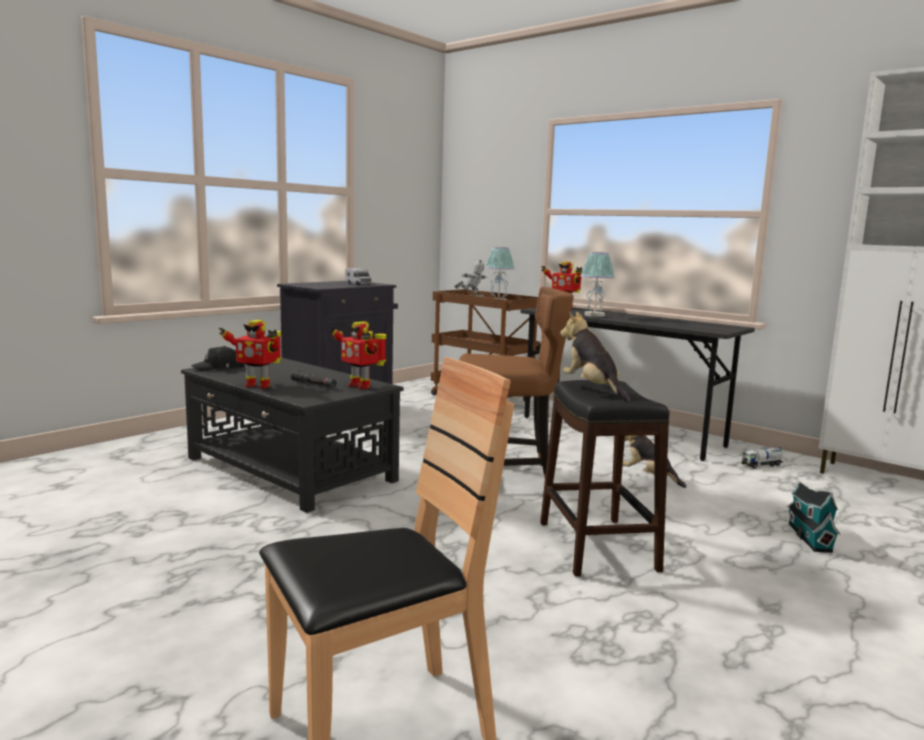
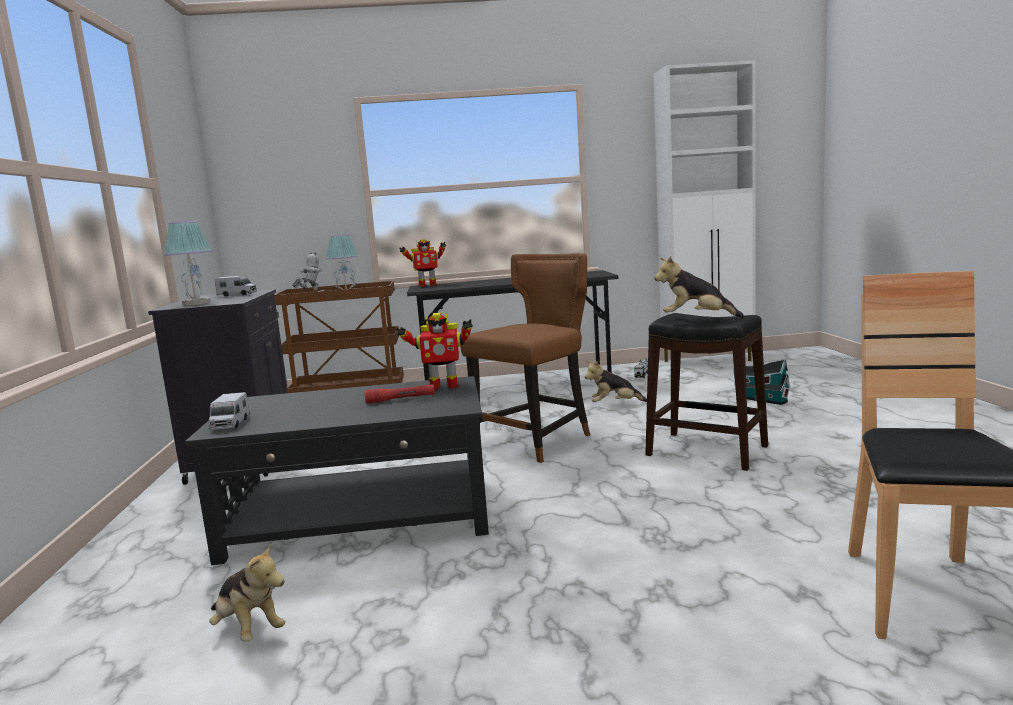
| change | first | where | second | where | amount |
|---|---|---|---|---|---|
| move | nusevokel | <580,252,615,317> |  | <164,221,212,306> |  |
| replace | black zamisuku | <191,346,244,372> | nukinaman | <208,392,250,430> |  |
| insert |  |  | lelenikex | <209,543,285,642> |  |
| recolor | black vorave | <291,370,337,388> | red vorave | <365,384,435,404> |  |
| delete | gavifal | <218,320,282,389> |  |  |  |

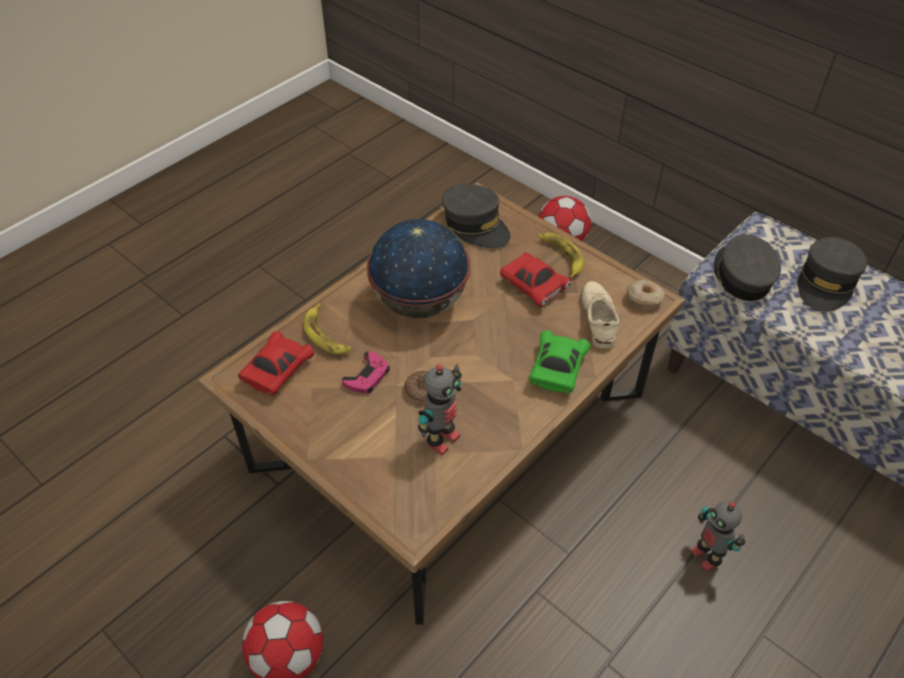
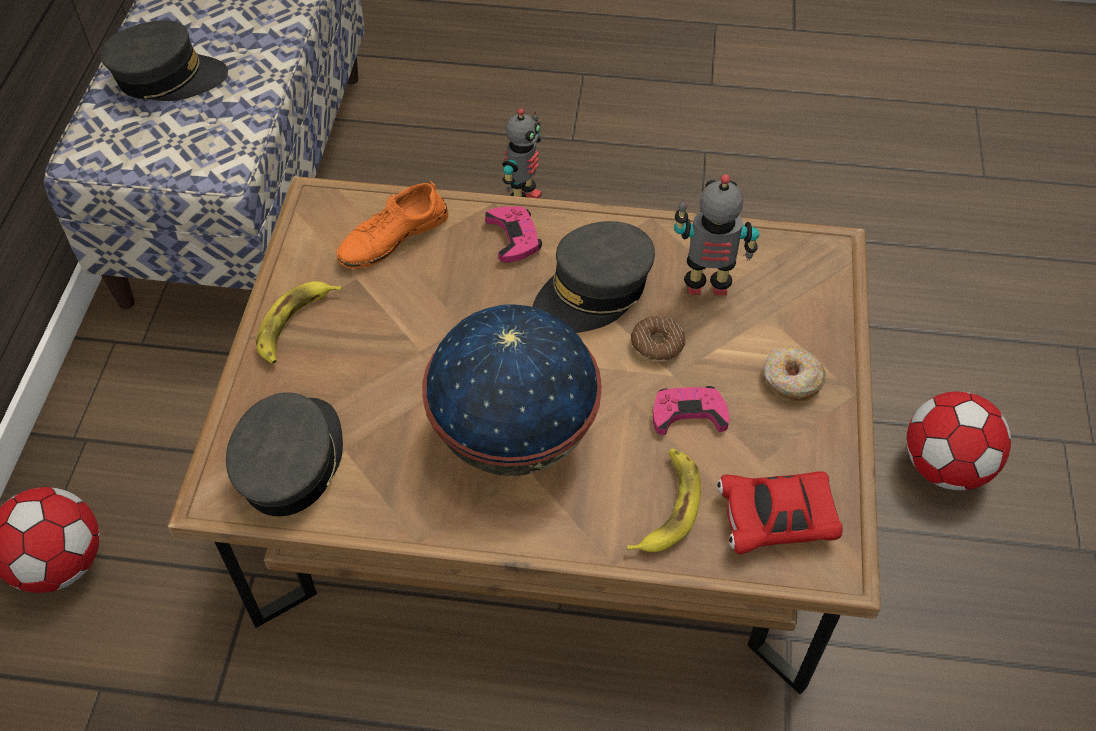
| change | first | where | second | where | amount |
|---|---|---|---|---|---|
| recolor | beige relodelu | <581,281,620,349> | orange relodelu | <337,181,448,269> |  |
| replace | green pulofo | <529,330,591,393> | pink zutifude | <485,206,542,263> |  |
| move | grey zamisuku | <714,234,781,301> |  | <533,221,655,333> |  |
| move | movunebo | <626,279,665,310> |  | <763,347,826,402> |  |
| delete | red pulofo | <500,252,571,307> |  |  |  |

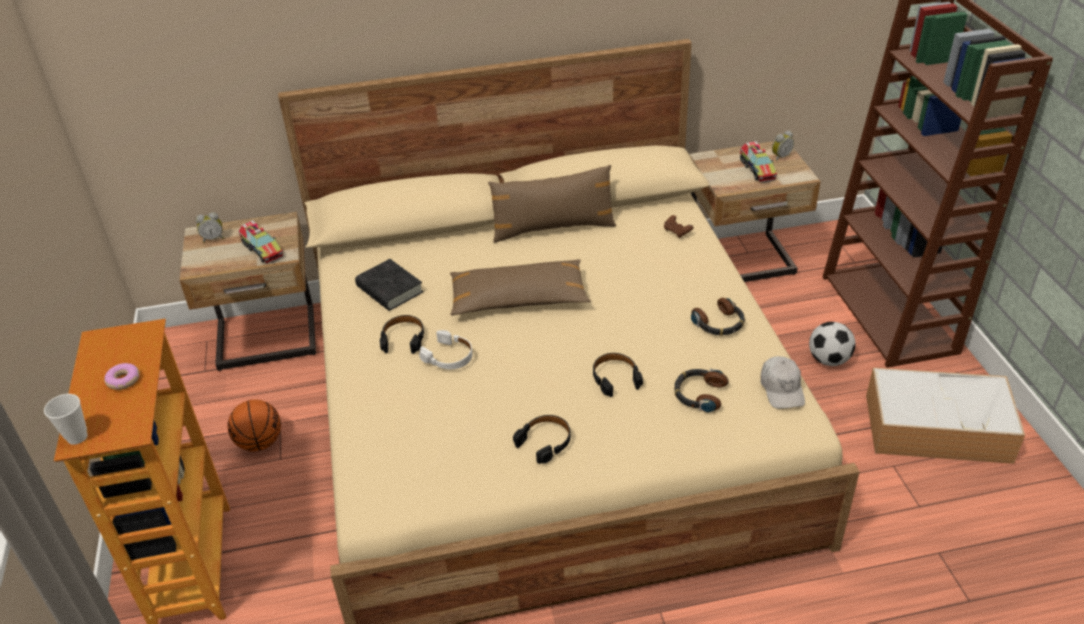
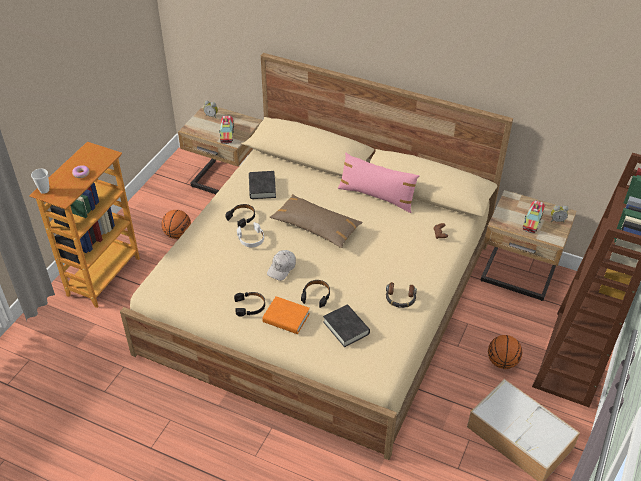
| change | first | where | second | where | amount |
|---|---|---|---|---|---|
| insert |  |  | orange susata | <262,296,310,334> |  |
| move | white zamisuku | <760,356,805,409> |  | <267,250,296,281> |  |
| replace | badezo | <675,369,729,413> | black susata | <323,304,370,347> |  |
| recolor | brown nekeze | <488,165,617,243> | pink nekeze | <338,153,420,213> |  |
| replace | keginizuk | <809,322,856,366> | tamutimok | <488,335,522,369> |  |

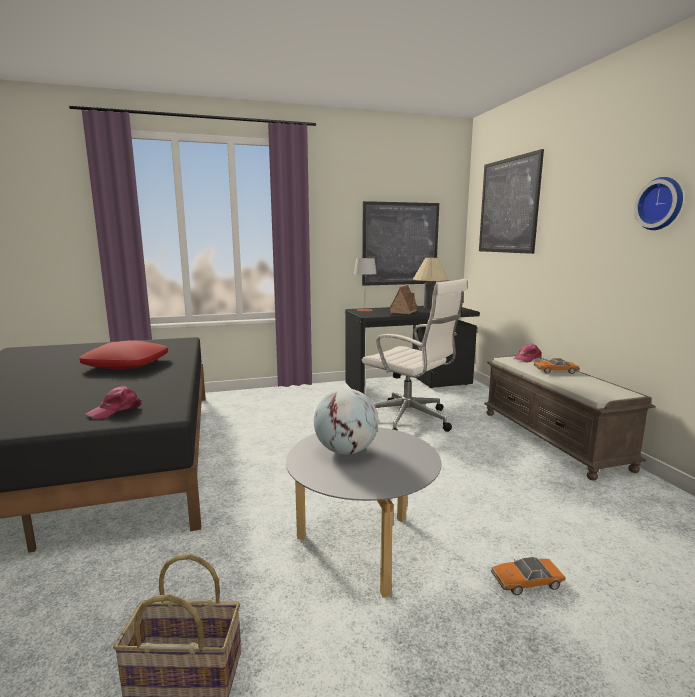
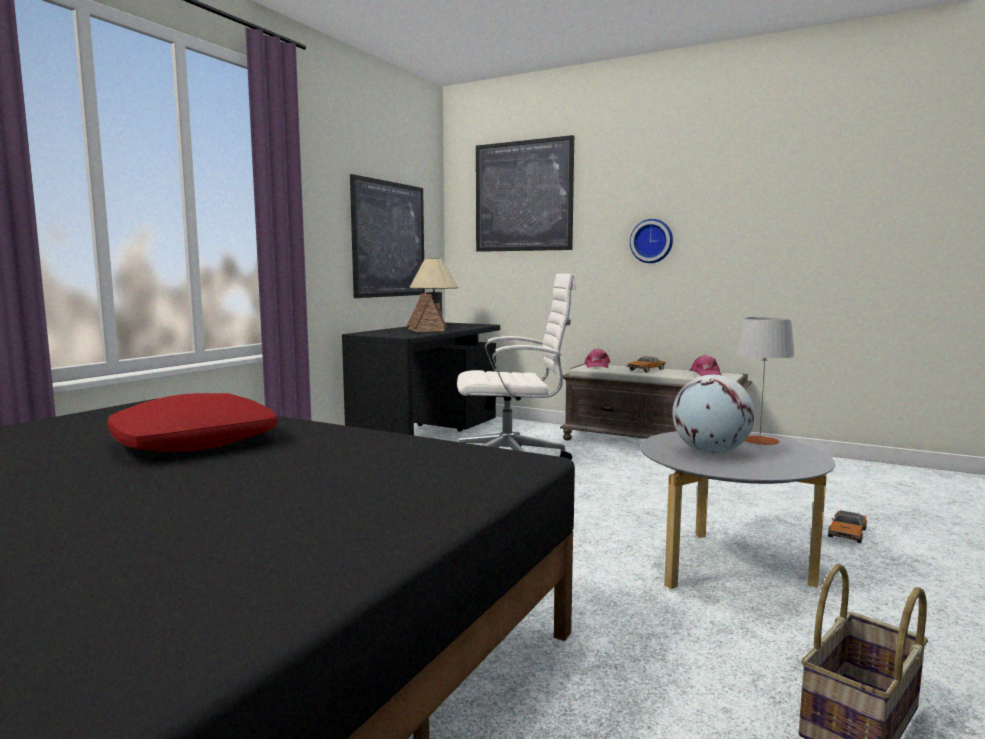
| change | first | where | second | where | amount |
|---|---|---|---|---|---|
| move | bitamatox | <634,177,683,230> |  | <630,219,673,263> |  |
| move | pink zamisuku | <86,386,142,419> |  | <690,355,722,376> |  |
| move | grey nusevokel | <354,258,377,311> |  | <736,317,795,445> |  |

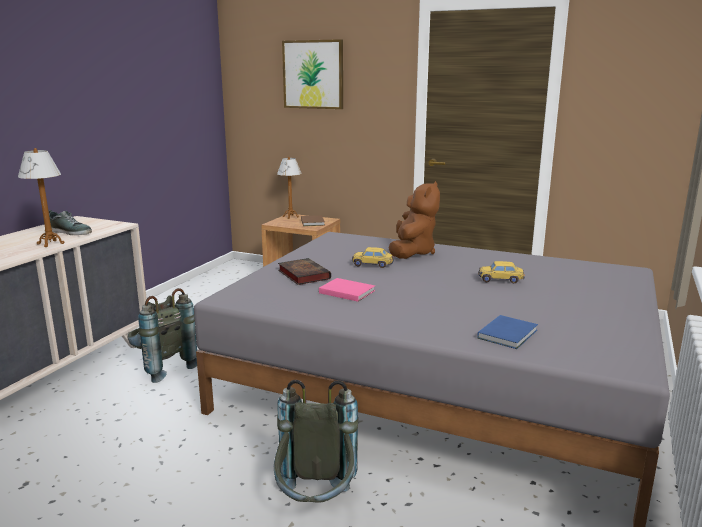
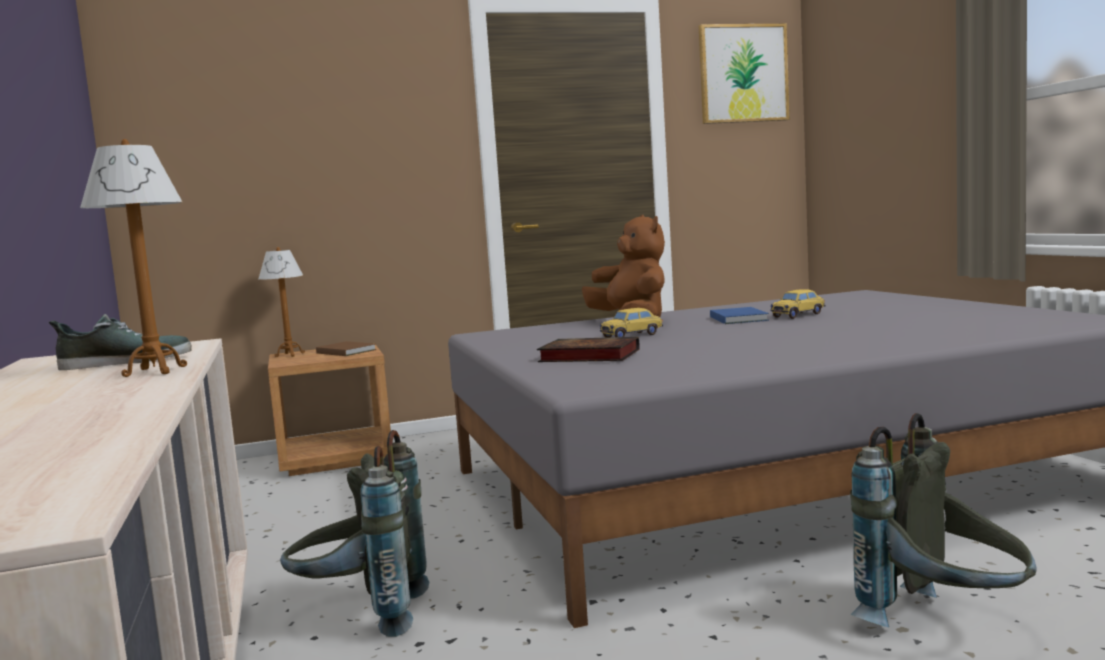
| change | first | where | second | where | amount |
|---|---|---|---|---|---|
| move | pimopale | <282,39,343,109> |  | <699,24,790,124> |  |
| move | blue susata | <477,315,538,349> |  | <710,307,769,324> |  |
| delete | pink susata | <319,278,375,302> |  |  |  |

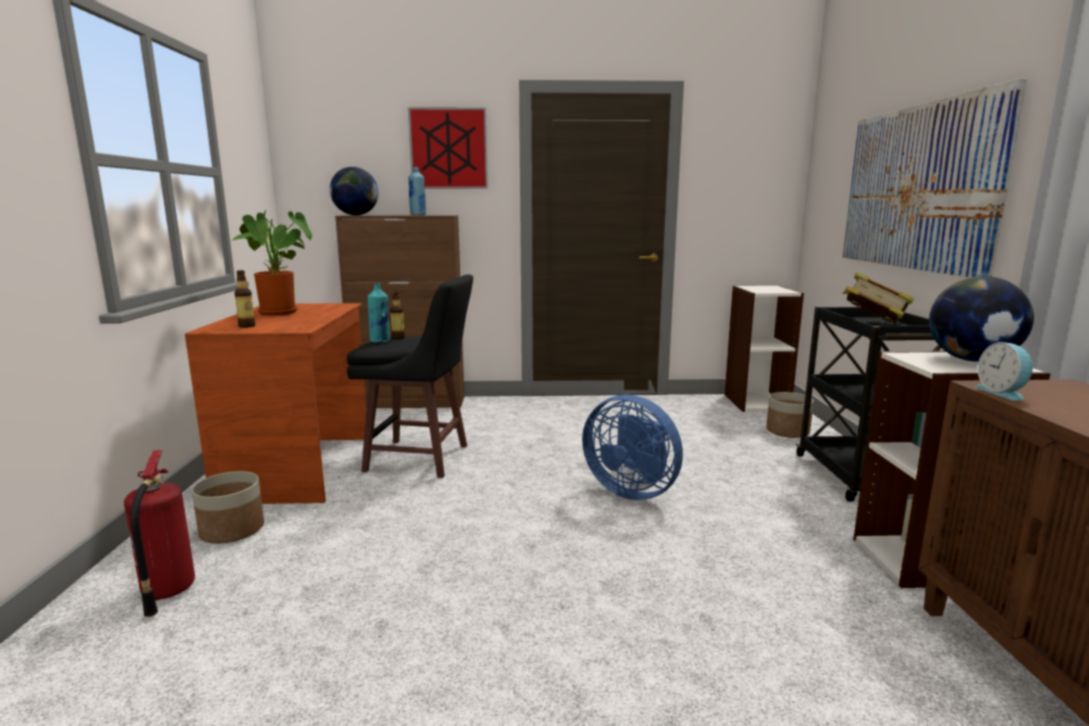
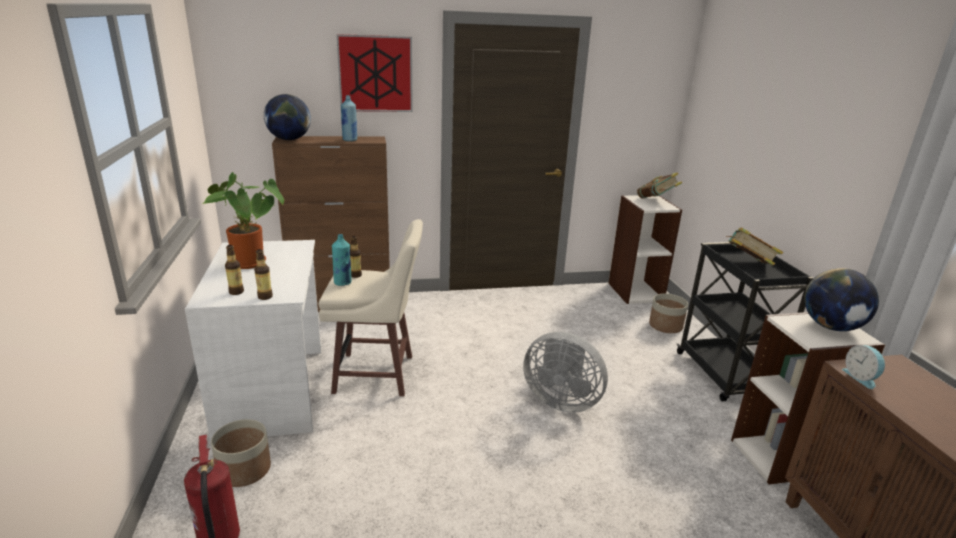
| change | first | where | second | where | amount |
|---|---|---|---|---|---|
| recolor | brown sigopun | <185,303,366,504> | white sigopun | <185,240,321,442> |  |
| insert |  |  | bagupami | <254,249,273,300> |  |
| recolor | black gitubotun | <347,274,473,478> | beige gitubotun | <319,219,423,396> |  |
| recolor | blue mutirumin | <582,395,683,500> | grey mutirumin | <523,332,608,413> |  |
| insert |  |  | susata | <637,172,682,199> |  |
| delete | pimopale | <842,79,1027,278> |  |  |  |

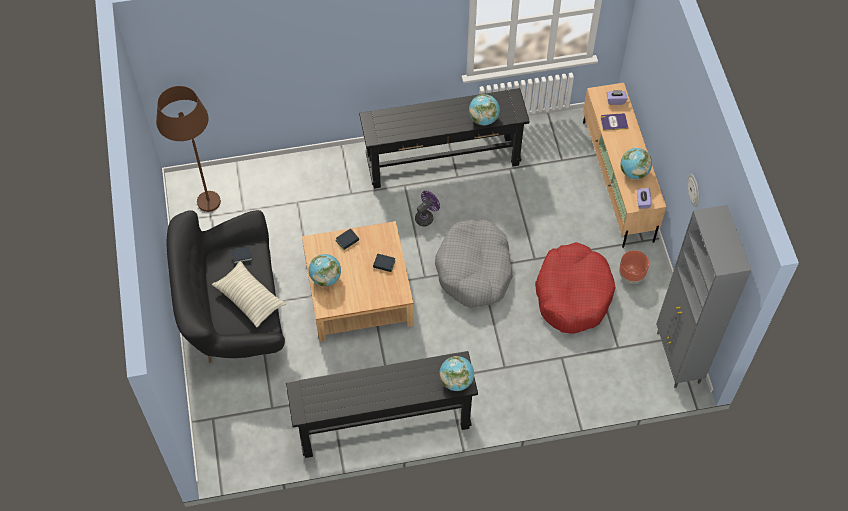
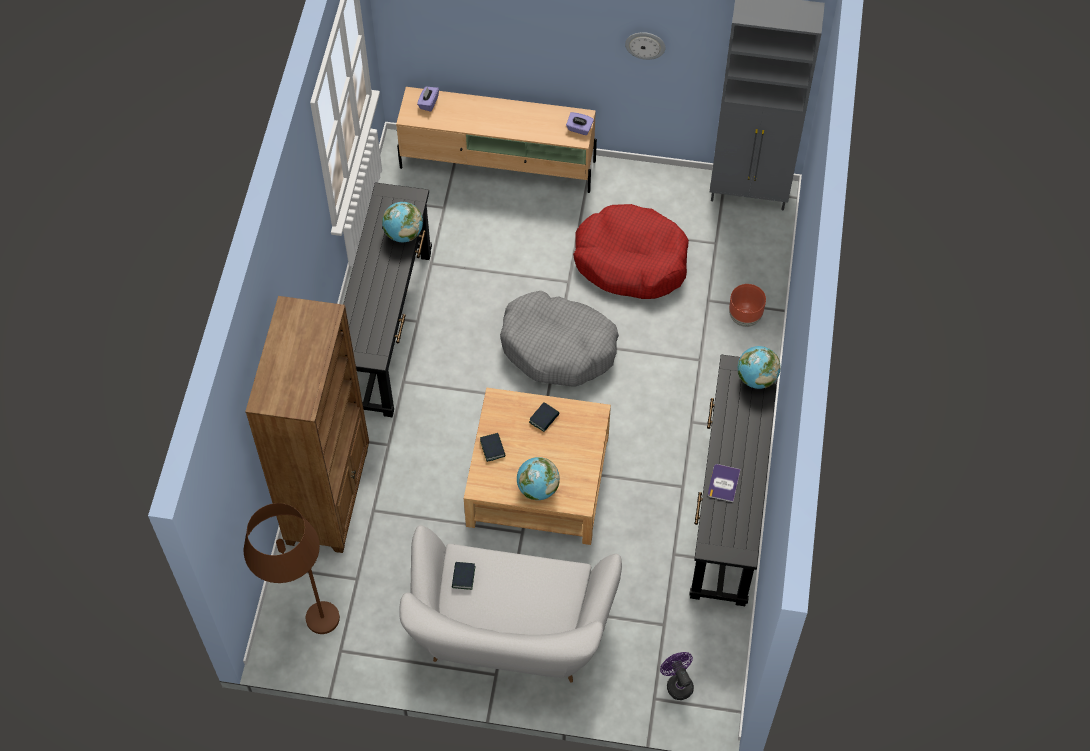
| change | first | where | second | where | amount |
|---|---|---|---|---|---|
| insert |  |  | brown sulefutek | <245,296,369,553> |  |
| recolor | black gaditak | <167,210,285,363> | white gaditak | <400,525,622,683> |  |
| move | purple mutirumin | <415,191,440,227> |  | <660,652,694,700> |  |
| move | susata | <600,113,629,131> |  | <708,464,741,502> |  |
| move | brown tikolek | <619,250,649,284> |  | <729,284,766,327> |  |
| delete | nekeze | <212,261,286,327> |  |  |  |
| delete | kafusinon | <620,148,652,179> |  |  |  |

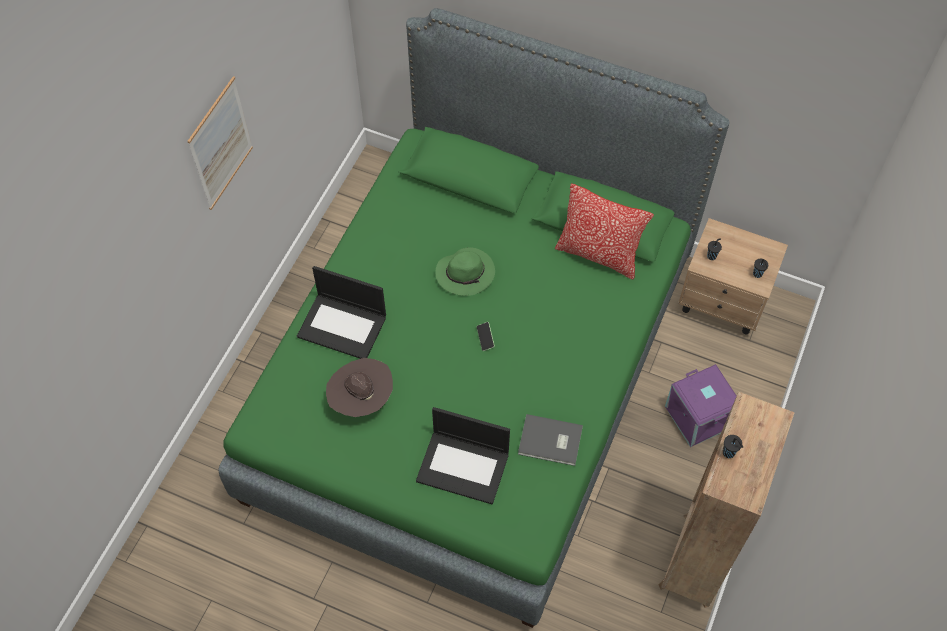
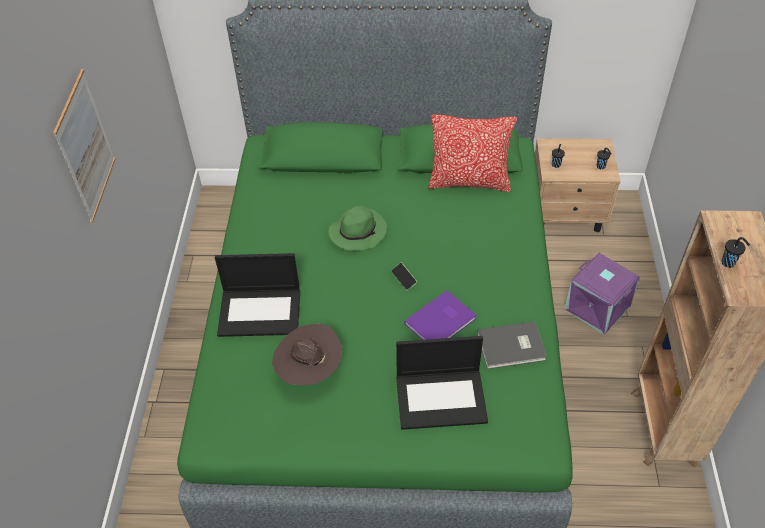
| change | first | where | second | where | amount |
|---|---|---|---|---|---|
| insert |  |  | purple susata | <404,291,477,340> |  |

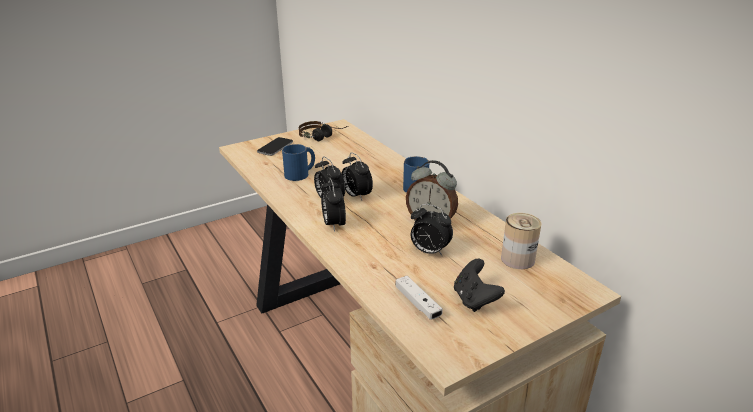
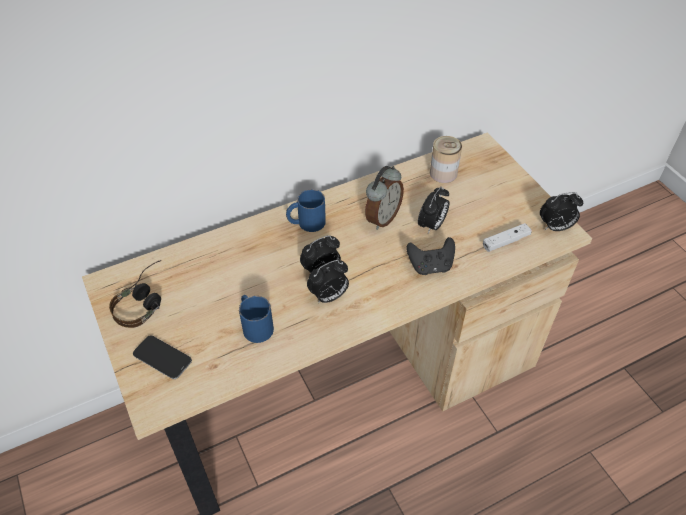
| change | first | where | second | where | amount |
|---|---|---|---|---|---|
| move | black zutifude | <454,259,505,312> |  | <406,237,455,275> |  |
| move | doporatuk | <321,178,346,232> |  | <540,192,583,231> |  |

